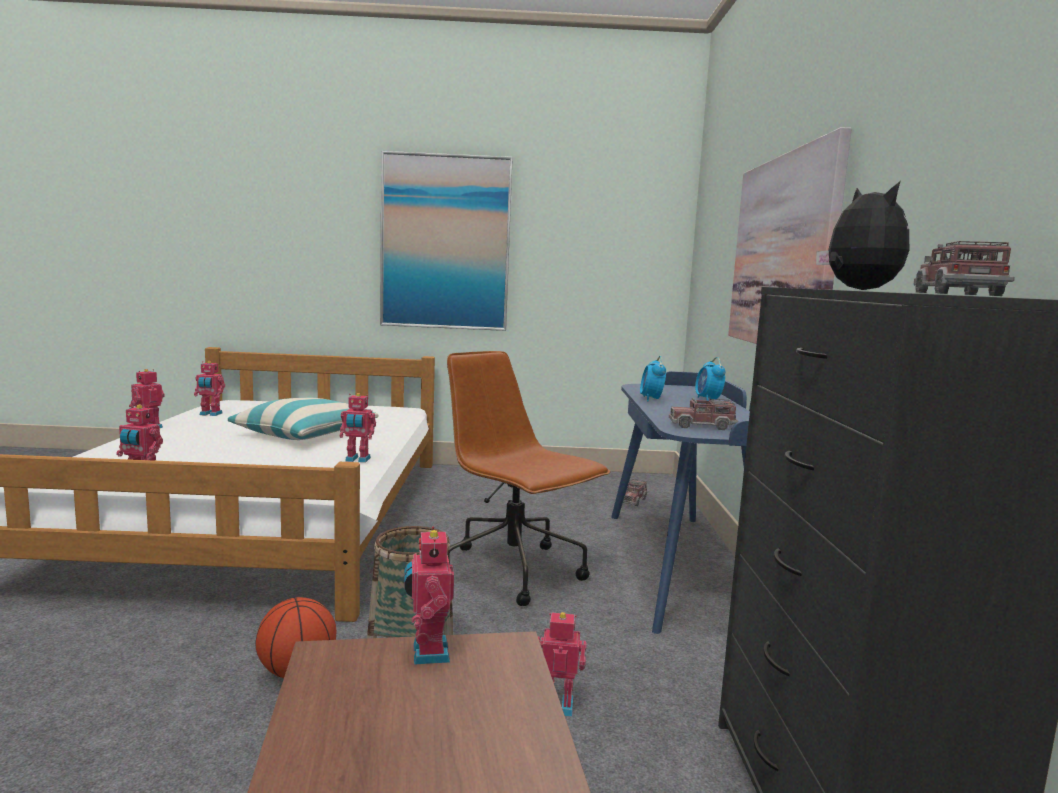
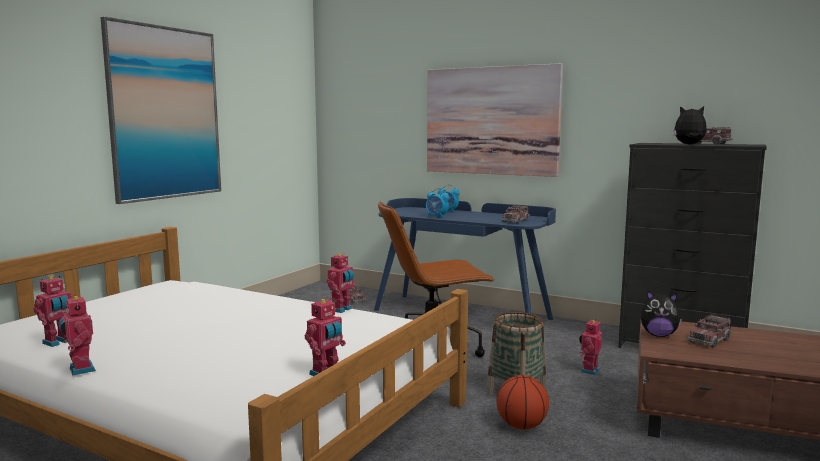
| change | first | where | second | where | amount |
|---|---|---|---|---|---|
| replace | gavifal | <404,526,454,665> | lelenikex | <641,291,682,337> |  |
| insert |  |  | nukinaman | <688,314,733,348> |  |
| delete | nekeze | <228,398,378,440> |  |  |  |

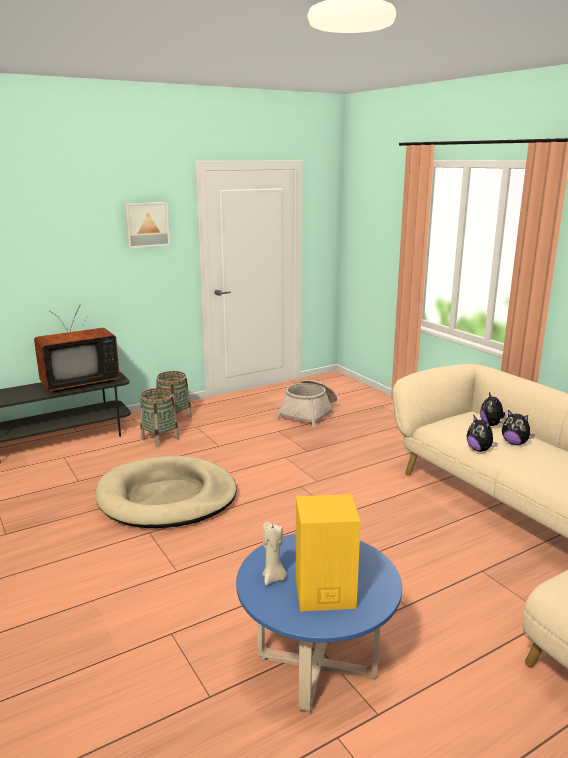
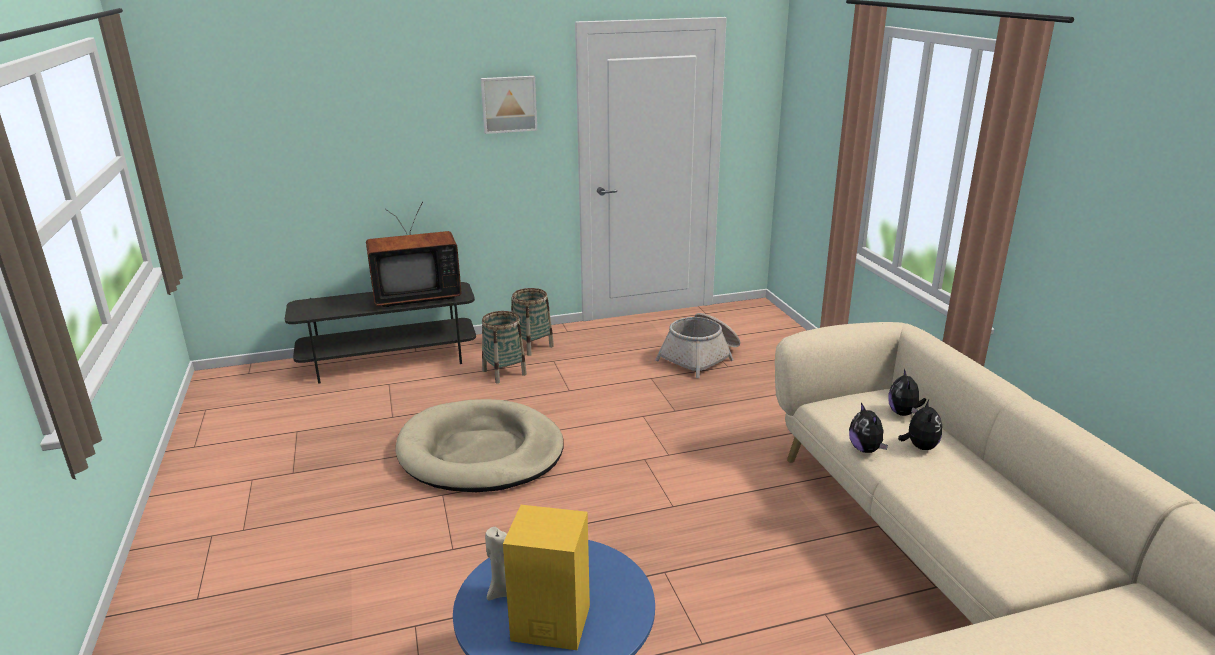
| change | first | where | second | where | amount |
|---|---|---|---|---|---|
| rotate | lelenikex | <502,410,535,445> |  | <898,400,942,450> | 135 degrees counterclockwise |

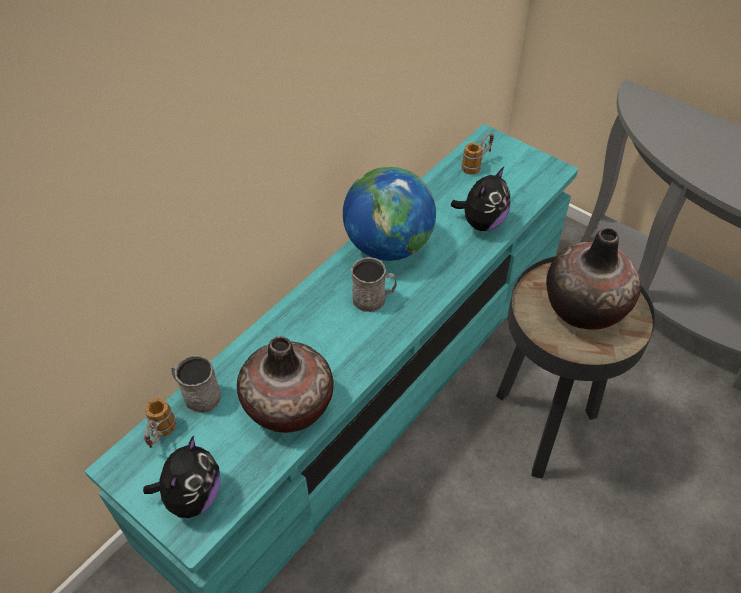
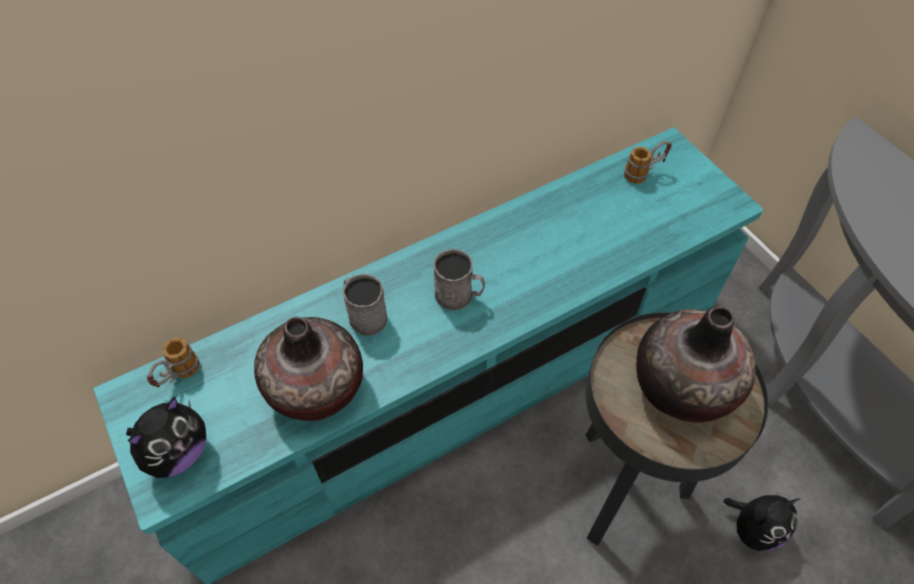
| change | first | where | second | where | amount |
|---|---|---|---|---|---|
| move | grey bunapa | <171,355,221,413> |  | <342,274,387,336> |  |
| move | lelenikex | <451,167,510,231> |  | <724,492,800,551> |  |
| delete | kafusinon | <343,166,436,261> |  |  |  |

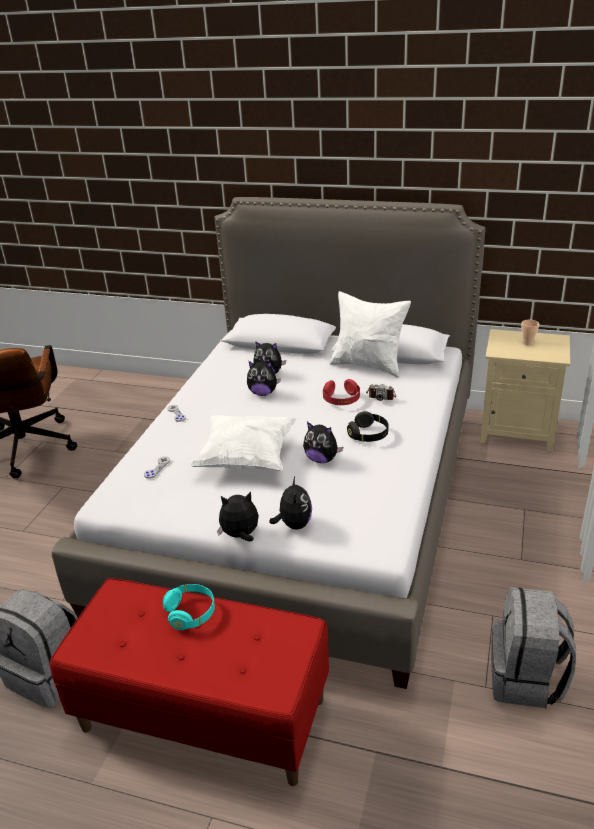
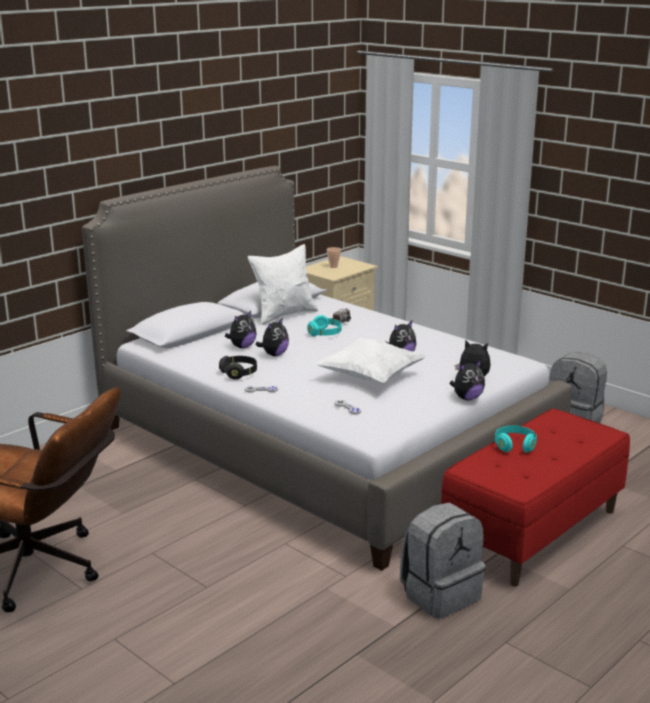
| change | first | where | second | where | amount |
|---|---|---|---|---|---|
| move | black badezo | <347,411,388,442> |  | <219,356,257,380> |  |
| recolor | red badezo | <323,379,360,405> | turquoise badezo | <307,315,342,336> |  |
| rotate | lelenikex | <217,492,259,541> |  | <450,360,485,400> | 135 degrees counterclockwise |

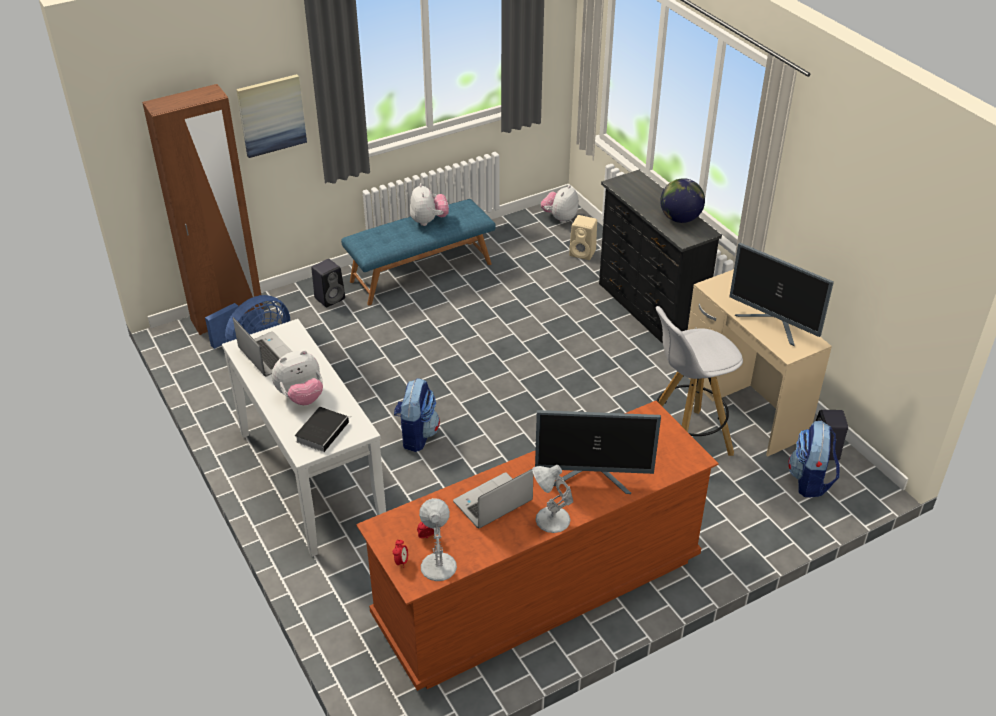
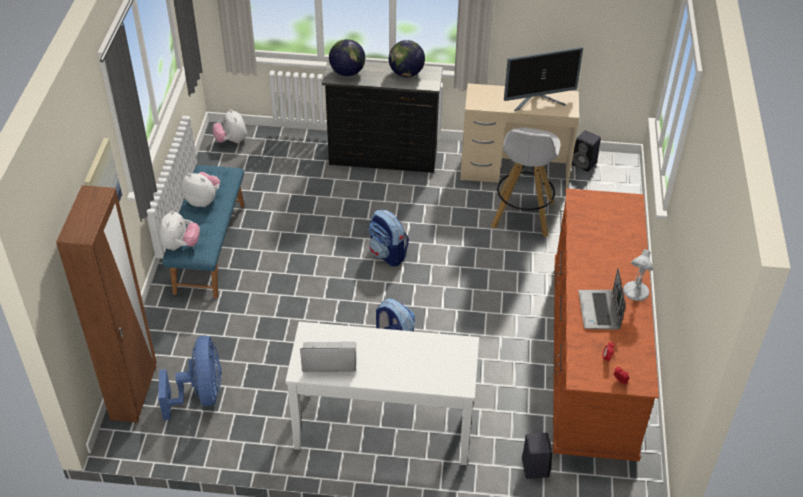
| change | first | where | second | where | amount |
|---|---|---|---|---|---|
| move | lelenikex | <272,350,323,405> |  | <159,210,200,250> |  |
| insert |  |  | kafusinon | <329,39,365,76> |  |
| move | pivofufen | <788,421,840,497> |  | <369,209,409,266> |  |
| move | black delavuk | <311,259,345,307> |  | <522,433,552,479> |  |
| delete | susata | <295,407,351,452> |  |  |  |
| delete | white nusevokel | <419,498,457,581> |  |  |  |
| delete | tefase | <535,410,661,494> |  |  |  |
| delete | beige delavuk | <569,215,597,260> |  |  |  |

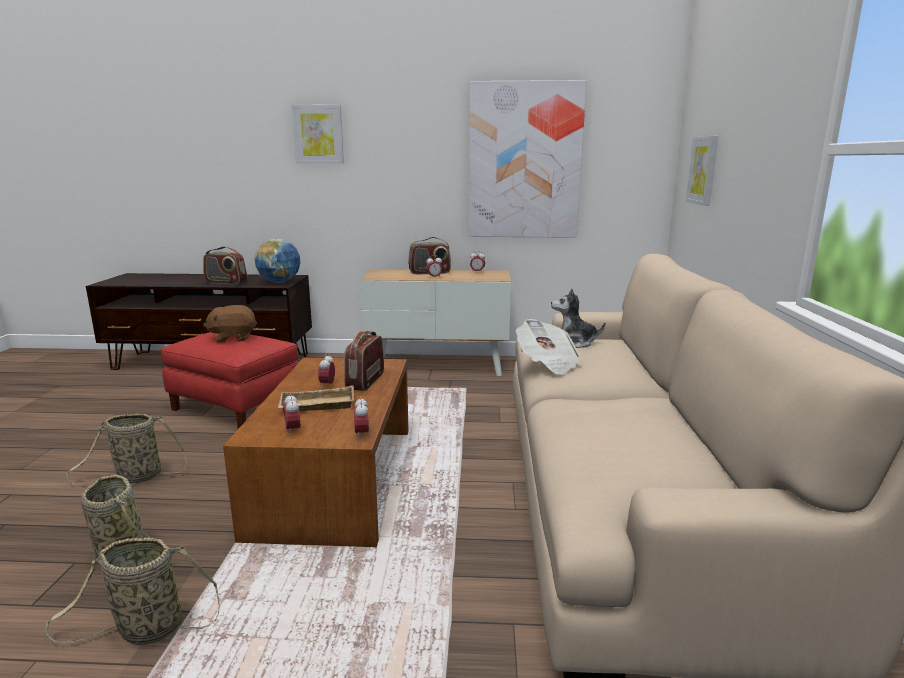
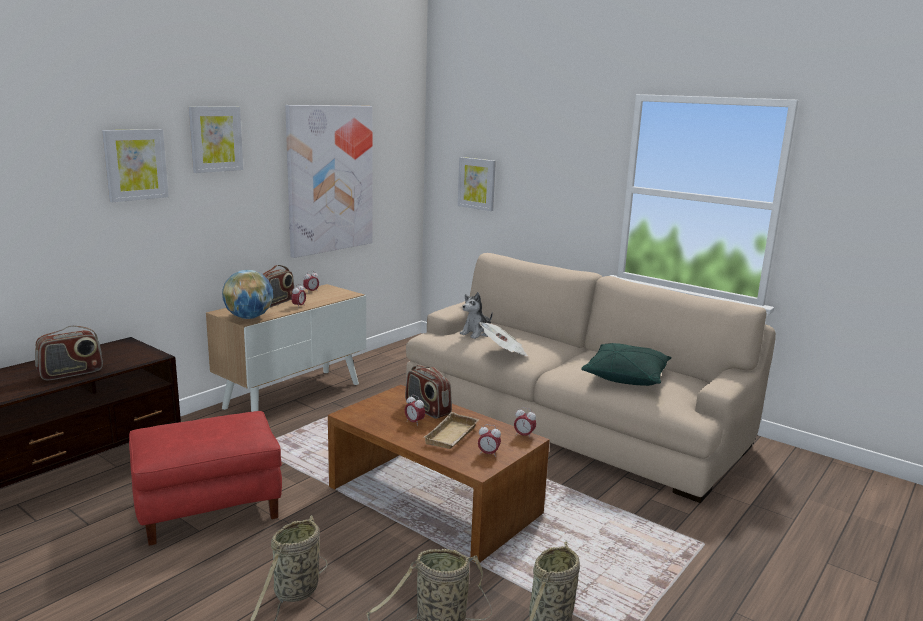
| change | first | where | second | where | amount |
|---|---|---|---|---|---|
| insert |  |  | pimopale | <189,106,243,173> |  |
| move | kafusinon | <255,239,300,283> |  | <222,270,273,319> |  |
| insert |  |  | green nekeze | <581,343,672,386> |  |
| delete | brown lelenikex | <203,305,257,343> |  |  |  |

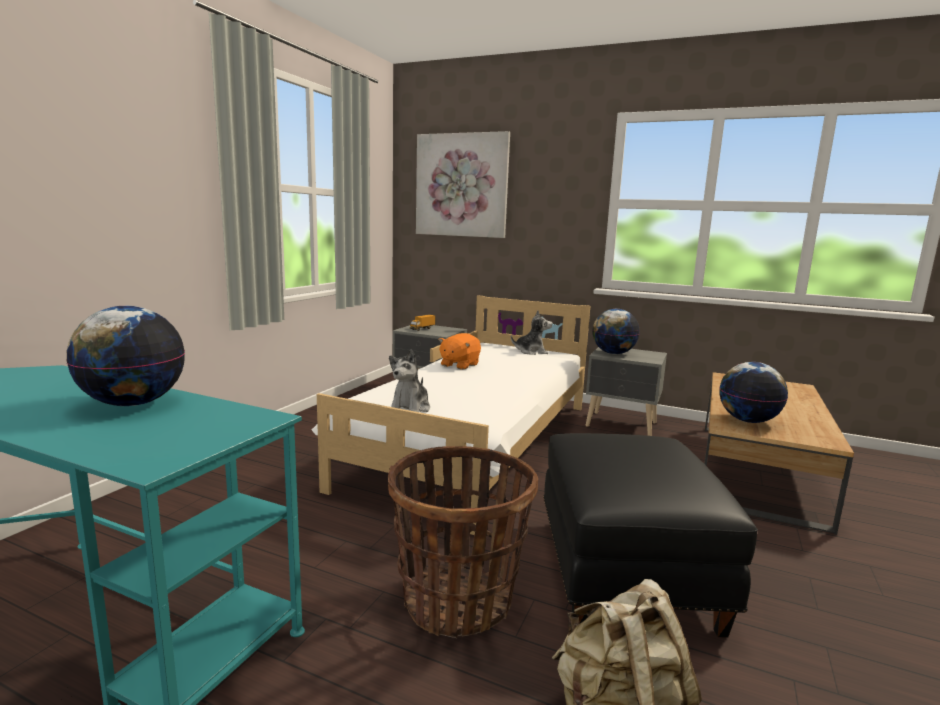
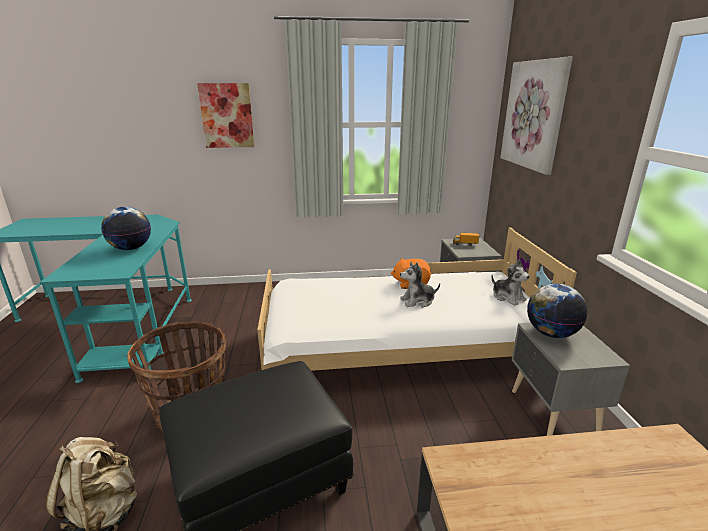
| change | first | where | second | where | amount |
|---|---|---|---|---|---|
| insert |  |  | pimopale | <197,83,255,148> |  |
| move | lelenikex | <389,350,430,412> |  | <400,262,440,308> |  |
| delete | kafusinon | <719,362,788,423> |  |  |  |

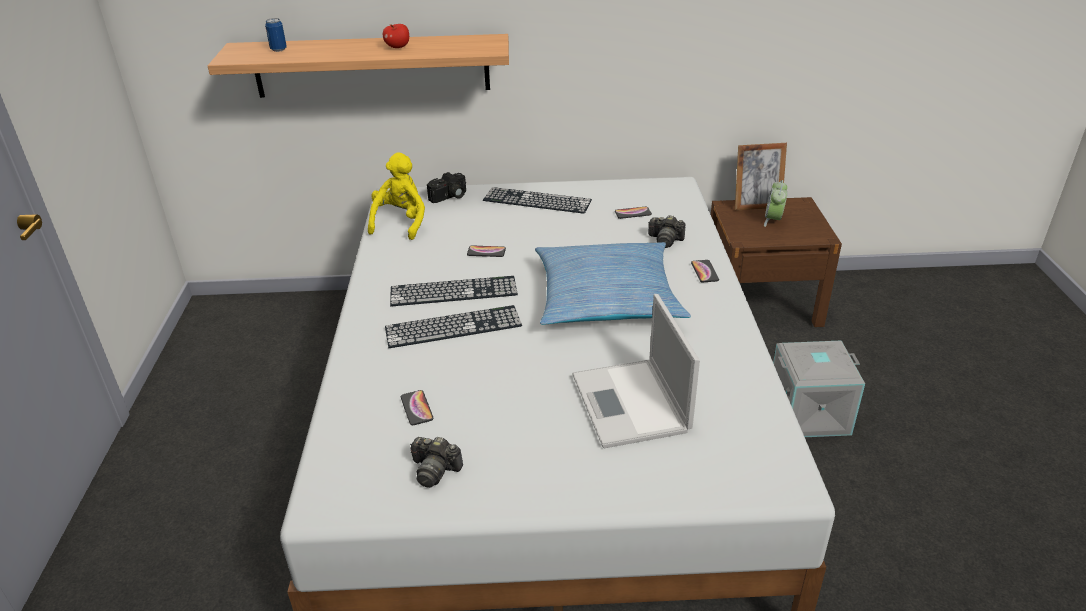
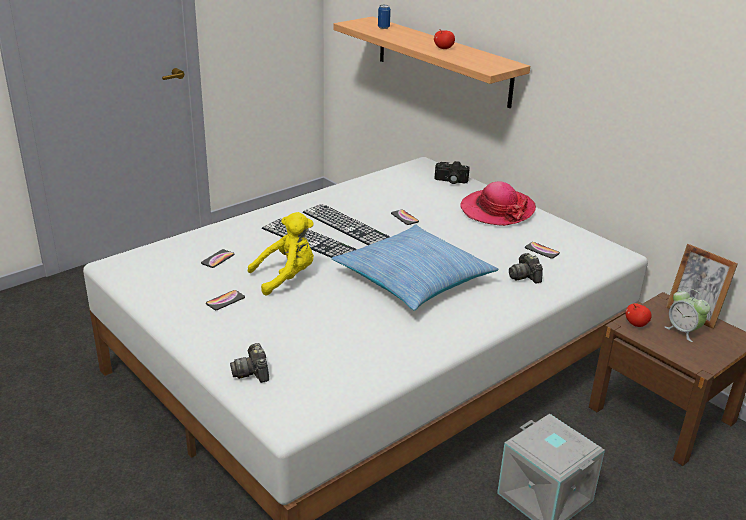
| change | first | where | second | where | amount |
|---|---|---|---|---|---|
| move | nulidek | <691,260,719,282> |  | <206,290,245,310> |  |
| move | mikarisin | <410,437,463,488> |  | <230,343,269,383> |  |
| move | yellow lelenikex | <368,152,425,240> |  | <248,212,314,295> |  |
| replace | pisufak | <483,187,592,214> | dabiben | <460,181,536,226> |  |
| insert |  |  | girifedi | <625,303,652,327> |  |
| rotate | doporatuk | <764,180,788,227> |  | <665,289,710,342> | 105 degrees counterclockwise |
| delete | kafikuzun | <572,294,700,448> |  |  |  |

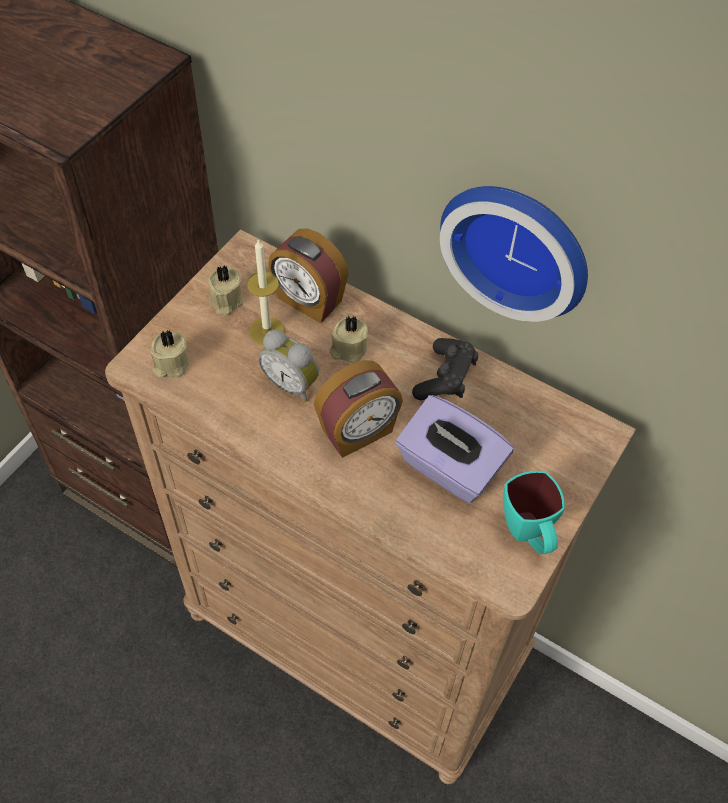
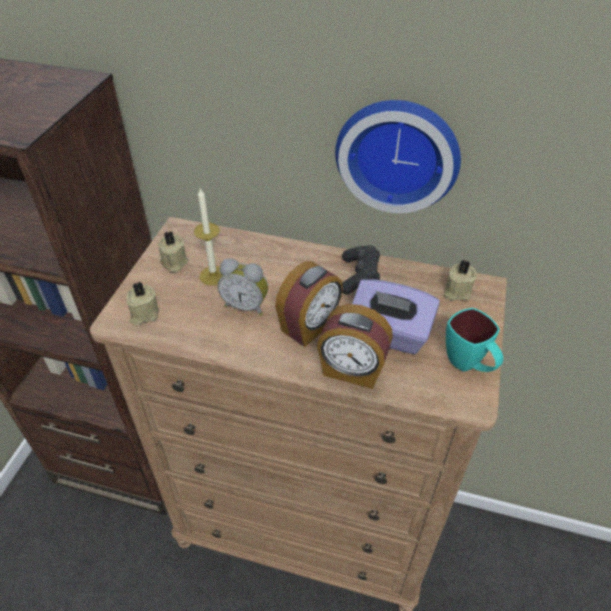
| change | first | where | second | where | amount |
|---|---|---|---|---|---|
| move | doporatuk | <268,229,349,323> |  | <317,304,393,389> |  |
| move | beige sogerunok | <330,316,368,363> |  | <444,260,477,301> |  |

